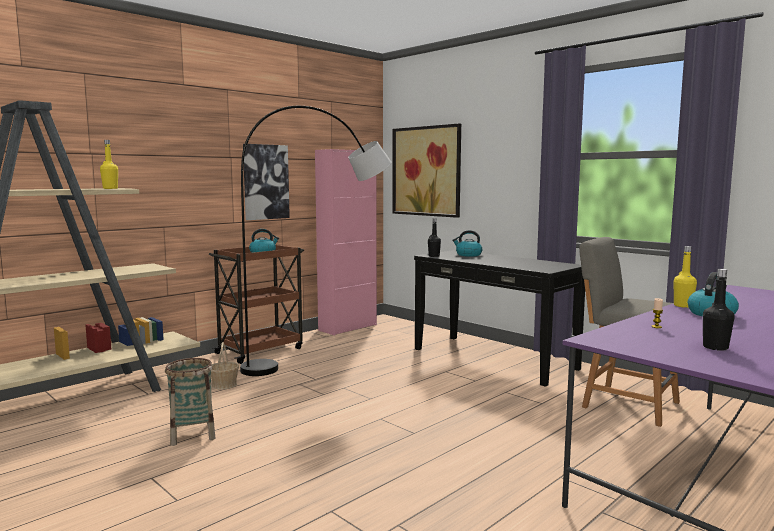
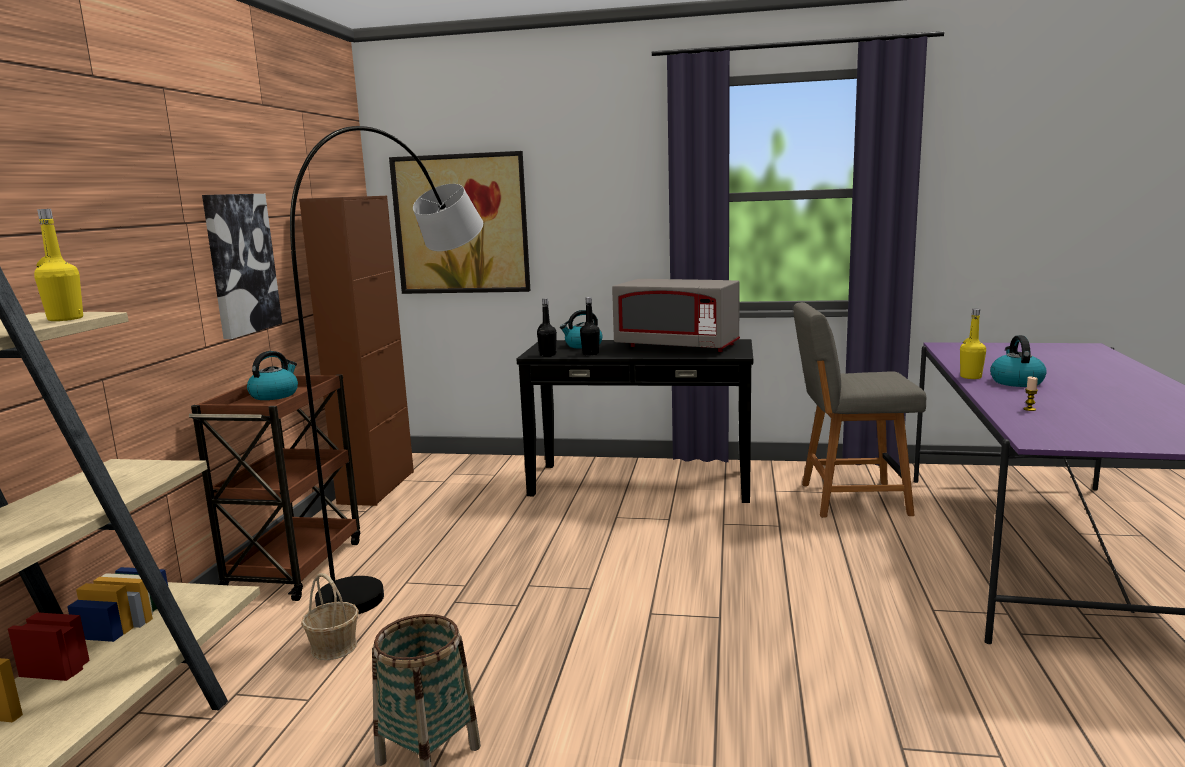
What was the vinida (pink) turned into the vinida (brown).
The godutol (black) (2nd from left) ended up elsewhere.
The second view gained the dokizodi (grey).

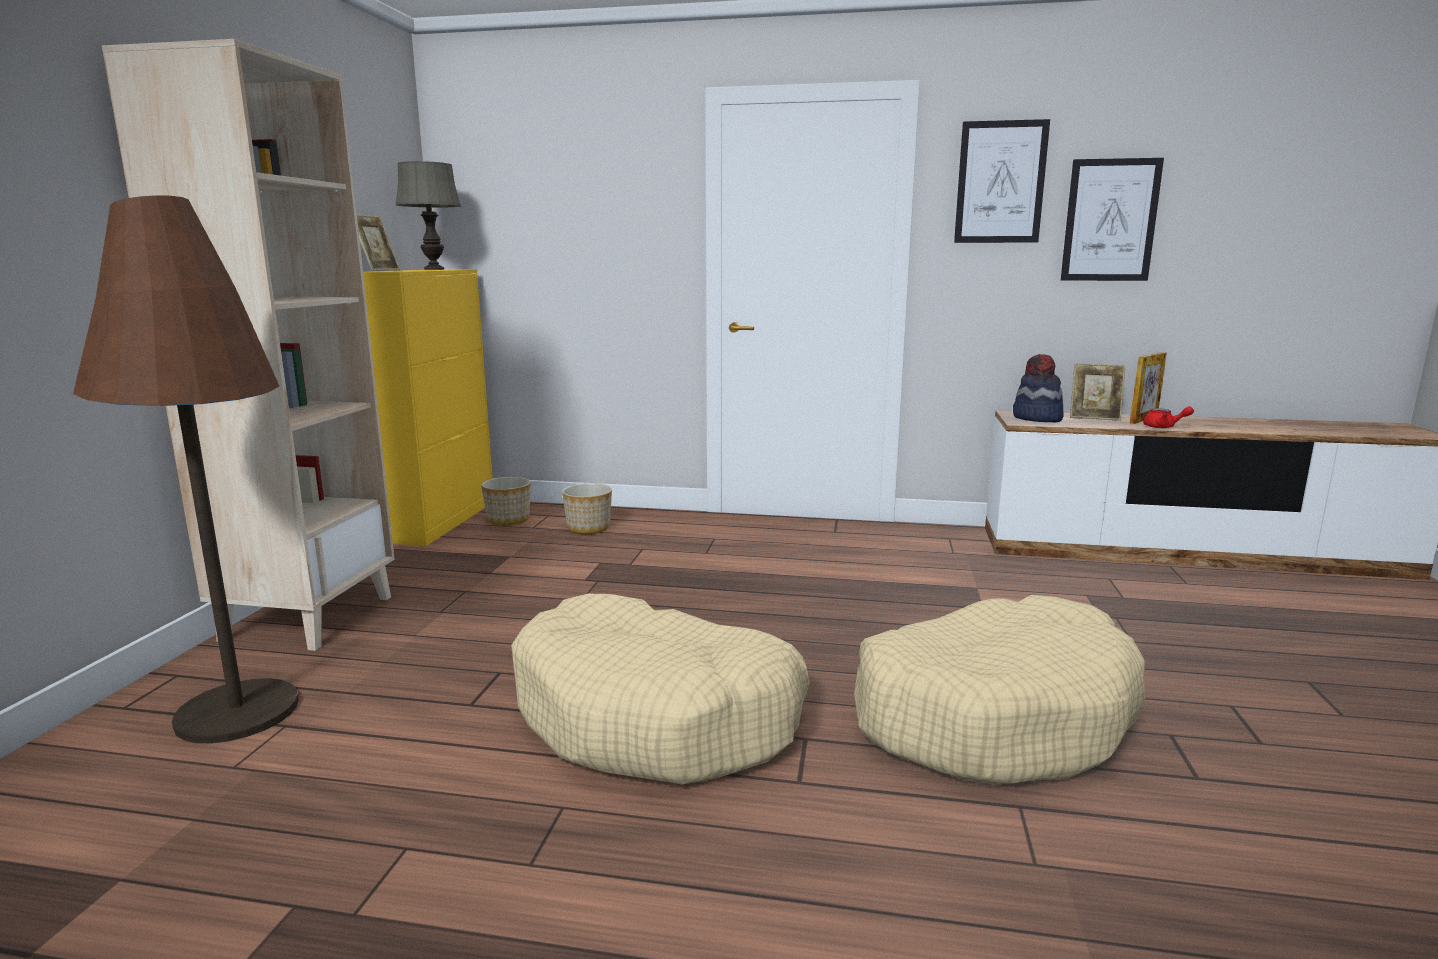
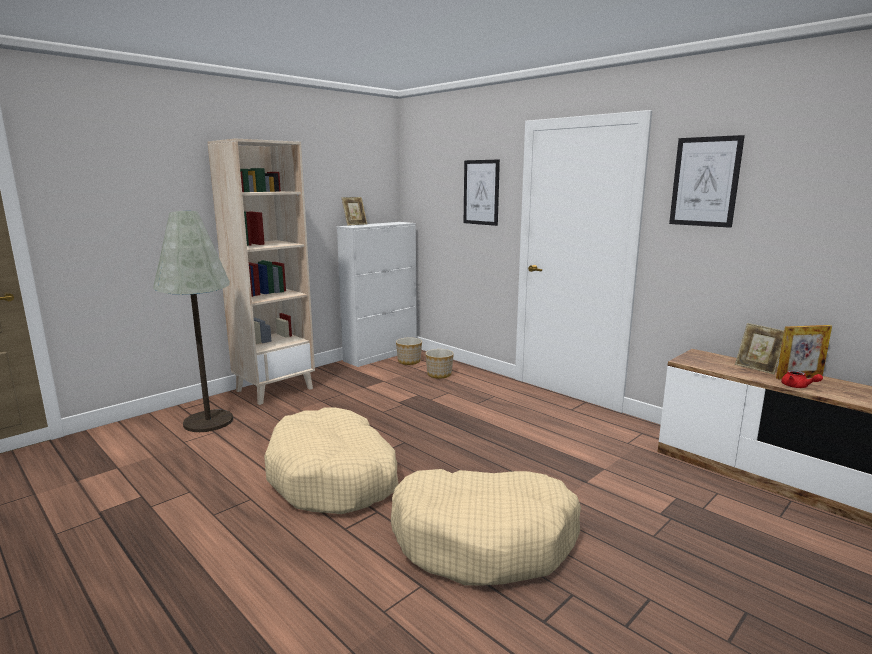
What was the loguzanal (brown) turned into the loguzanal (grey).
What was the vinida (yellow) turned into the vinida (white).
The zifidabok (2nd from left in the first image) ended up elsewhere.
The second view lost the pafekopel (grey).
The second view lost the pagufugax.

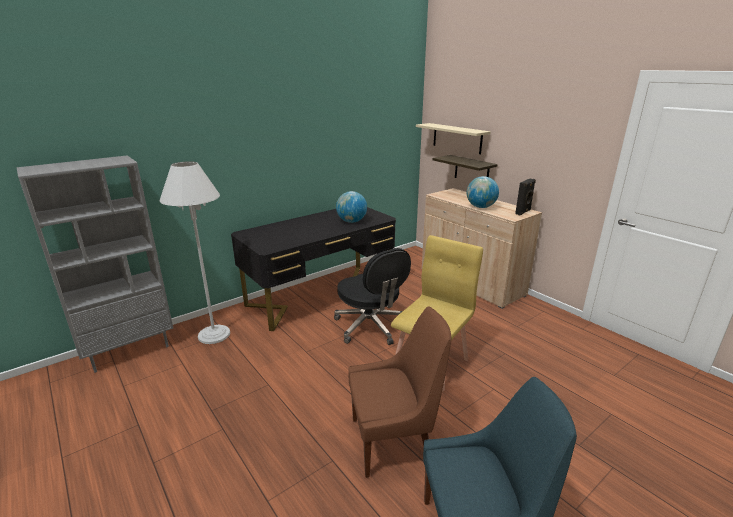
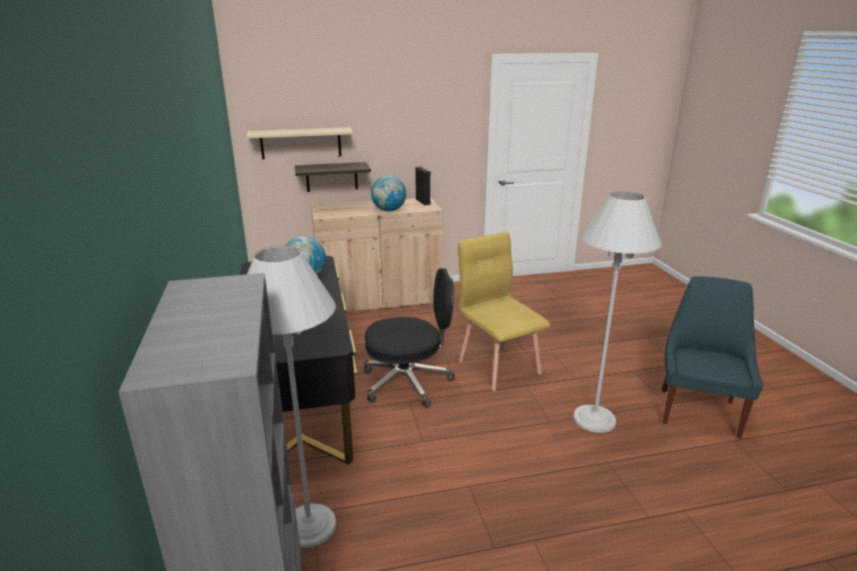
Where the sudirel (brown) stood, the loguzanal (white) (2nd from left) came to stand.

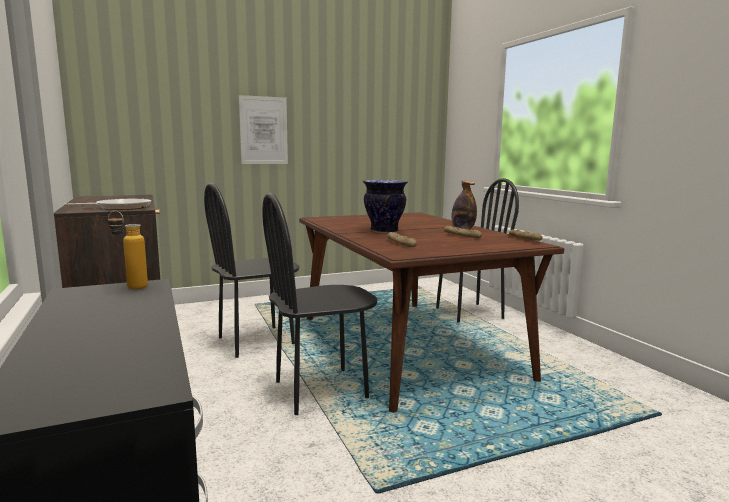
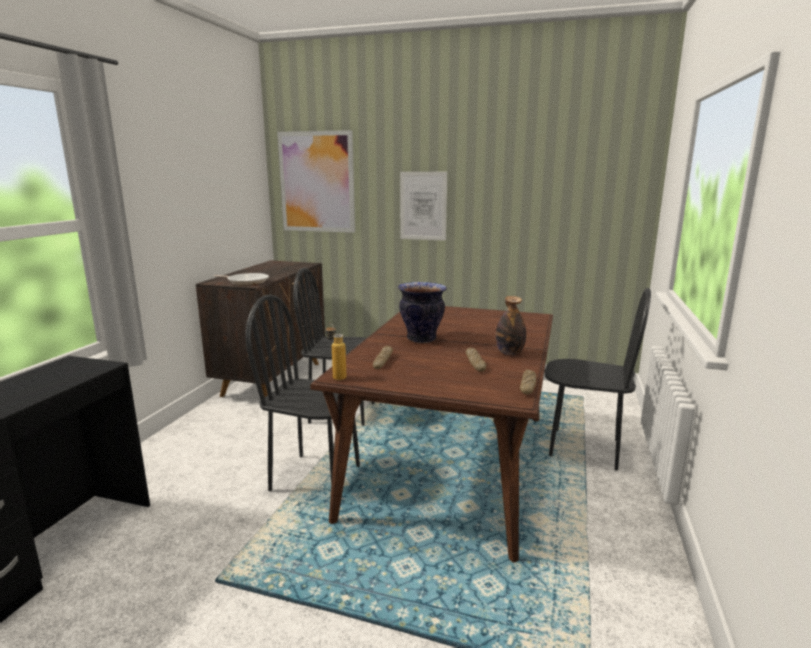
The second view gained the zifidabok (1st from left).
The godutol (1st from left) ended up elsewhere.

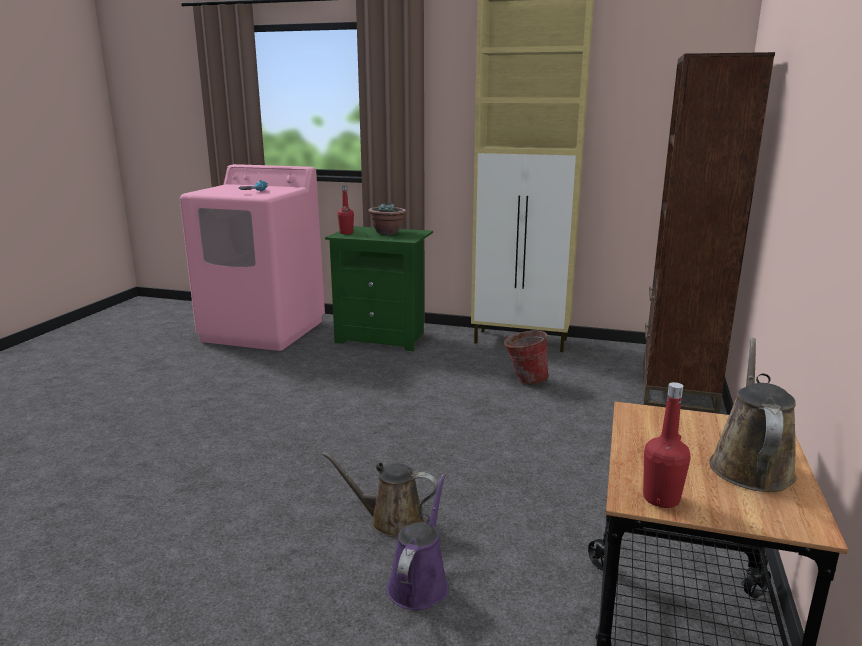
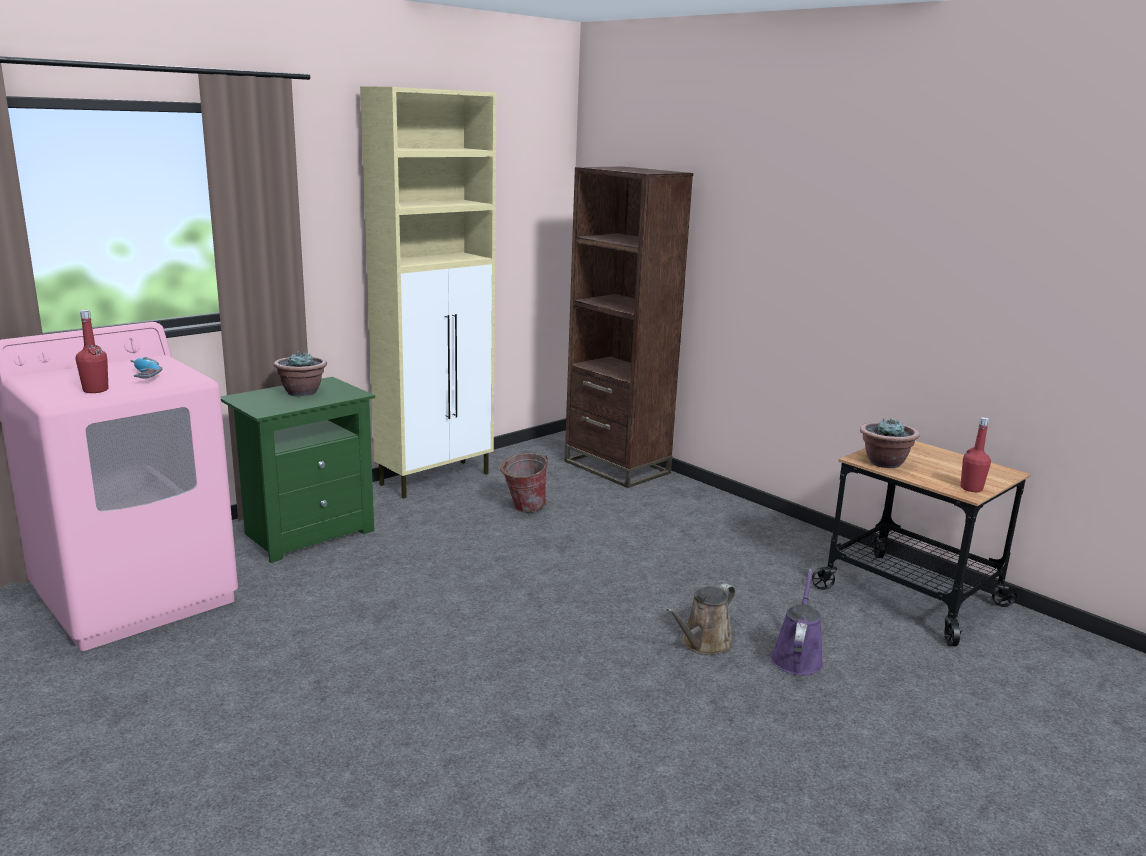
The godutol (red) (1st from left) ended up elsewhere.
The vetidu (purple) ended up facing another way, 60 degrees clockwise from before.
The second view gained the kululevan (2nd from left).
The second view lost the vetidu (brown) (2nd from left).

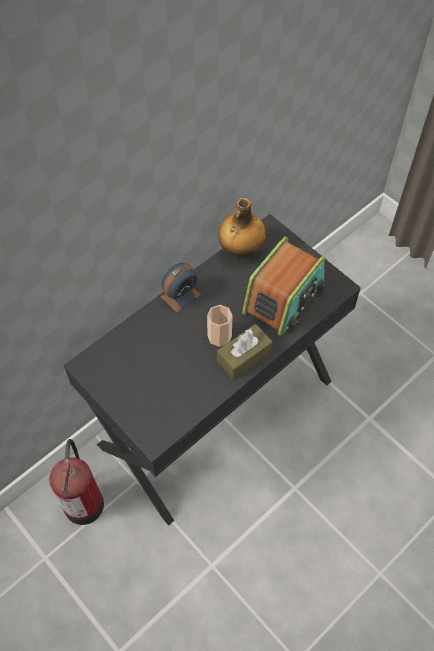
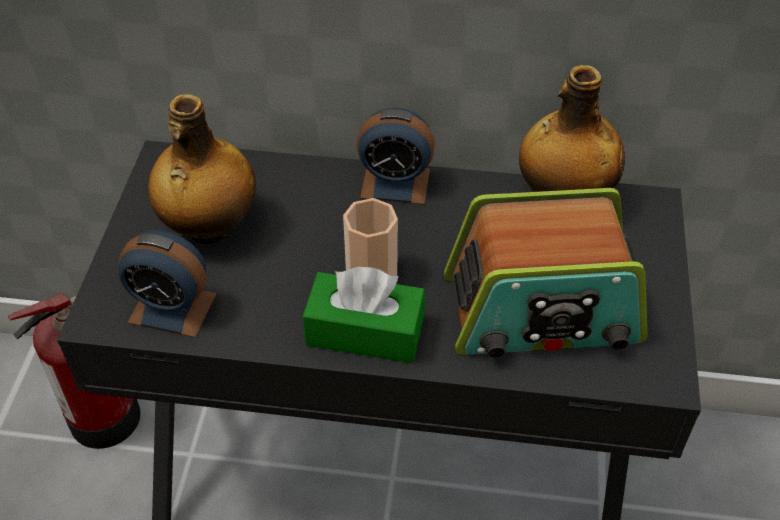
The second view gained the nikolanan (1st from left).
The second view gained the godutol (1st from left).
What was the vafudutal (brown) turned into the vafudutal (green).

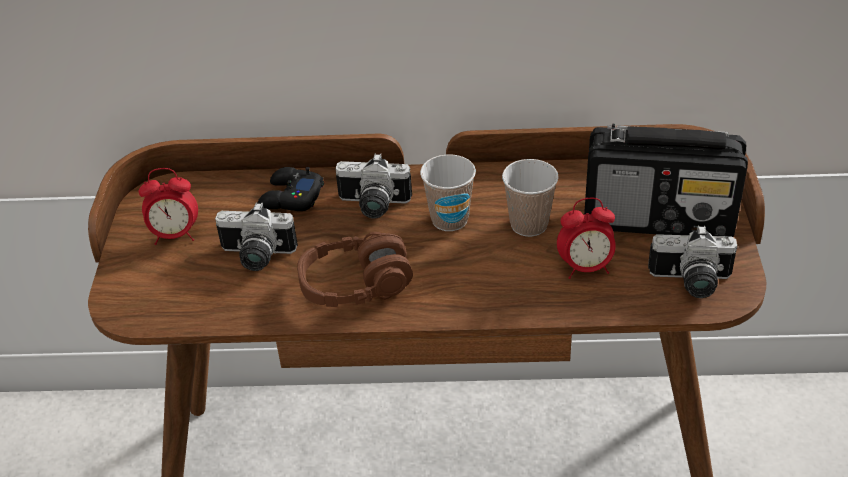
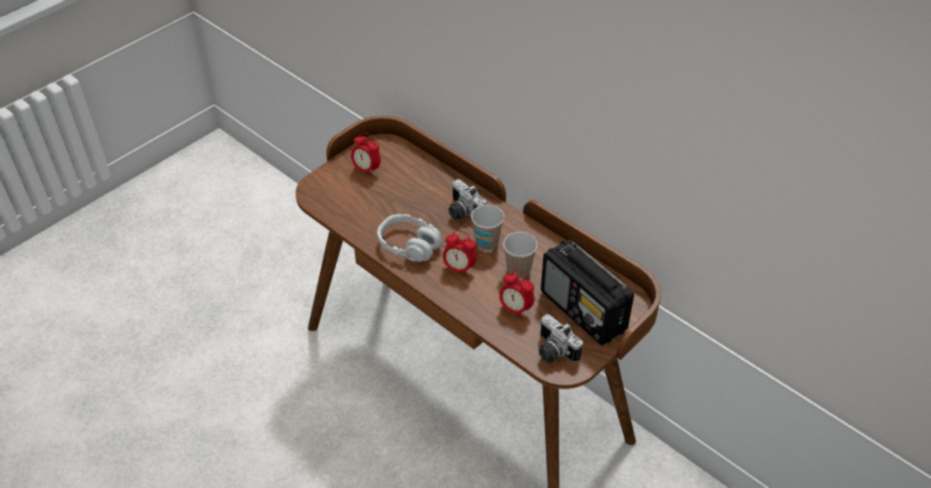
What was the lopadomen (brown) turned into the lopadomen (grey).
The second view gained the nikolanan (2nd from left).
The second view lost the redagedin (1st from left).
The second view lost the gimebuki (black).

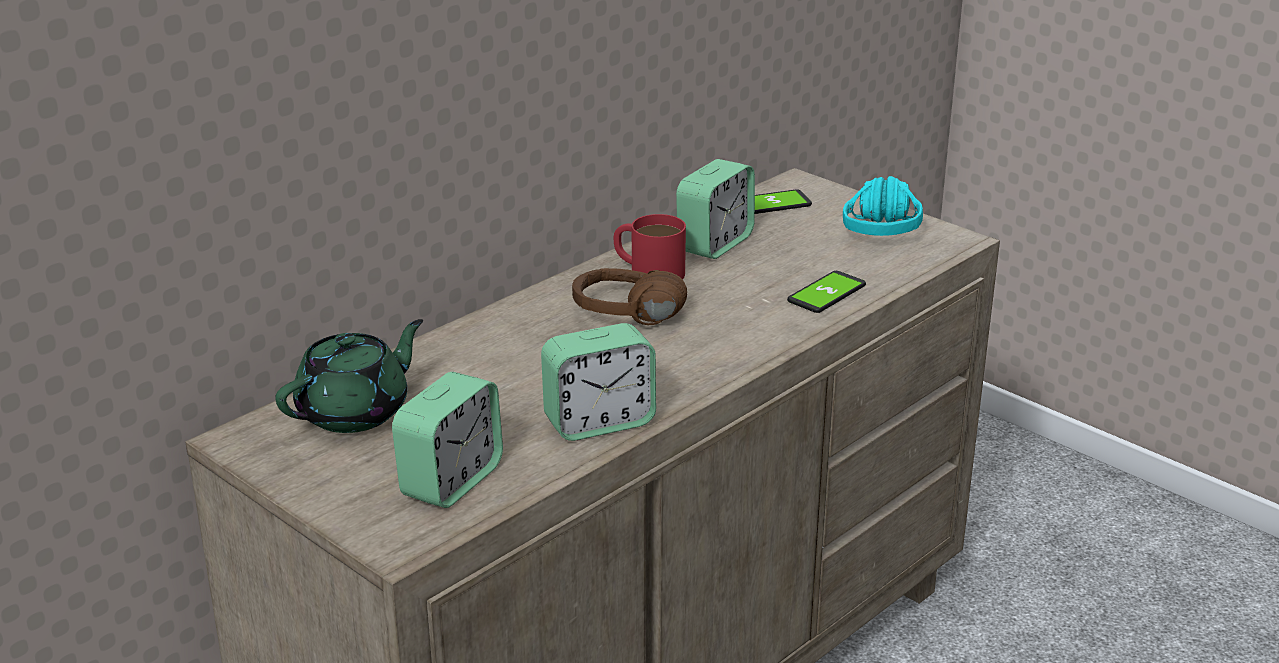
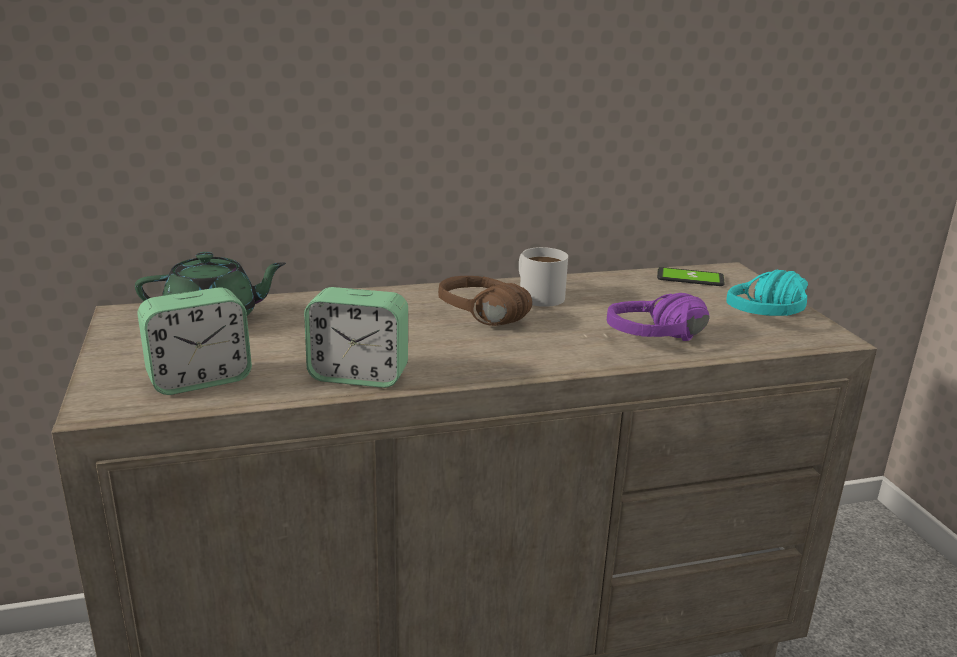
What was the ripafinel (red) turned into the ripafinel (white).
Where the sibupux (2nd from left) stood, the lopadomen (purple) came to stand.
The second view lost the nikolanan (3rd from left).

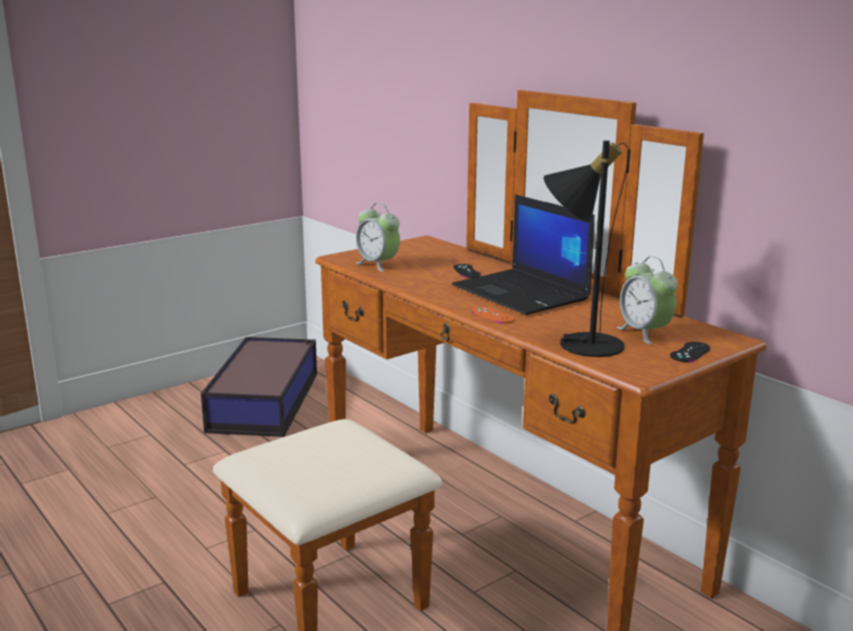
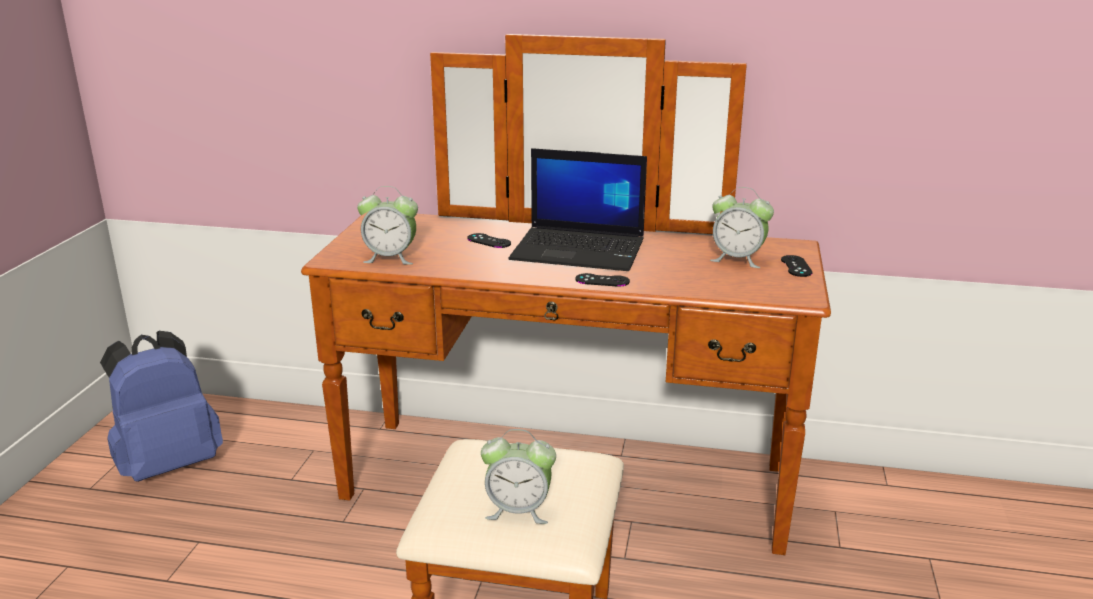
Where the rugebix stood, the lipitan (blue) came to stand.
The second view gained the nikolanan (2nd from left).
What was the gimebuki (orange) turned into the gimebuki (black) (2nd from left).
The second view lost the pafekopel (black).

